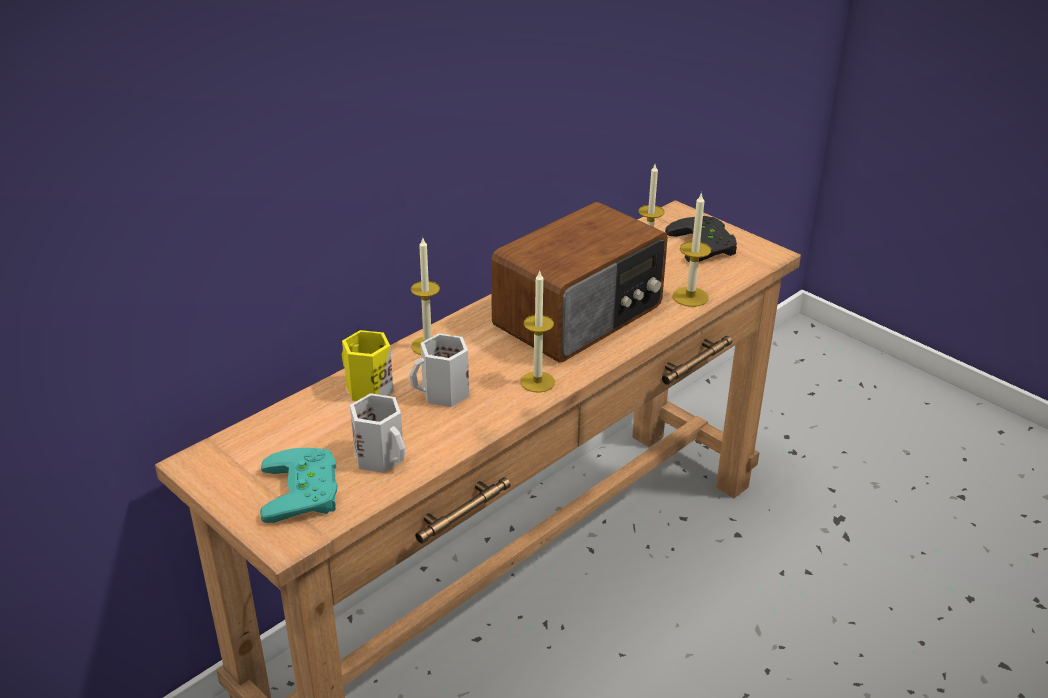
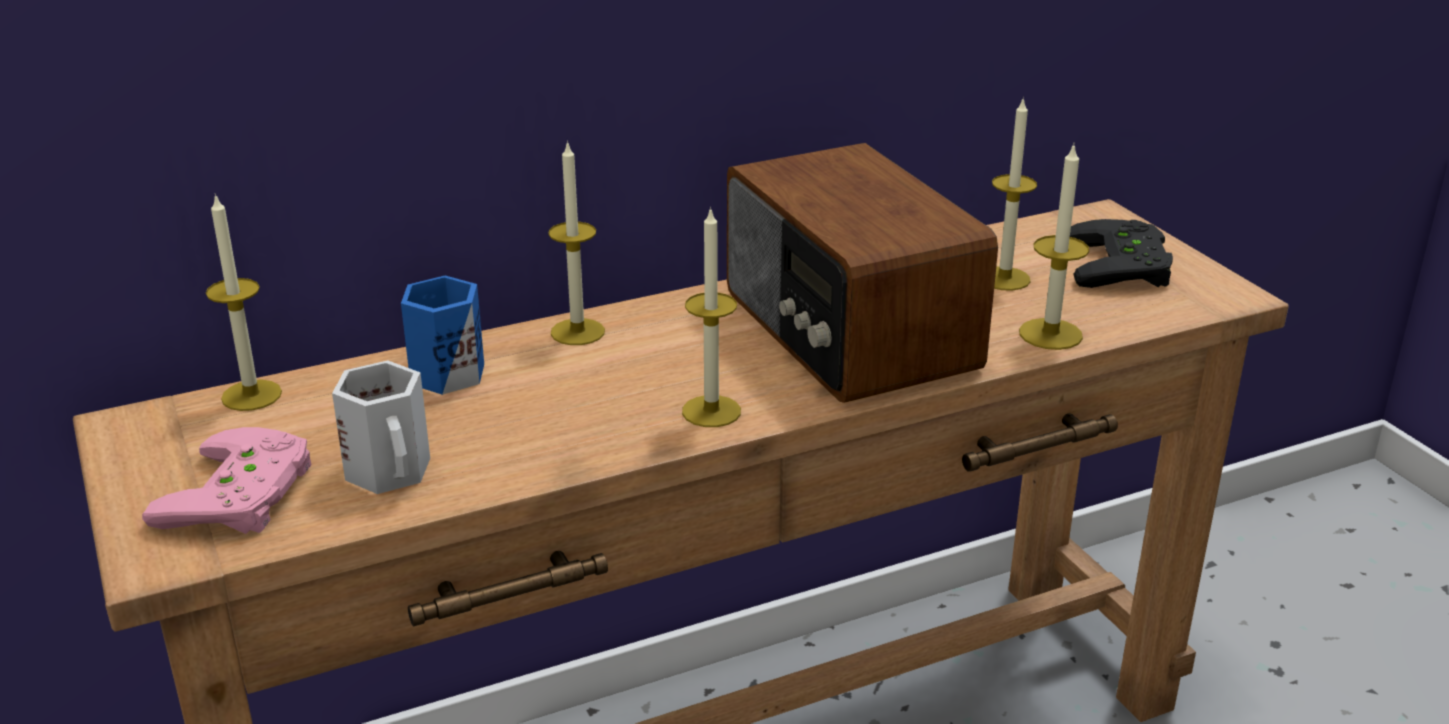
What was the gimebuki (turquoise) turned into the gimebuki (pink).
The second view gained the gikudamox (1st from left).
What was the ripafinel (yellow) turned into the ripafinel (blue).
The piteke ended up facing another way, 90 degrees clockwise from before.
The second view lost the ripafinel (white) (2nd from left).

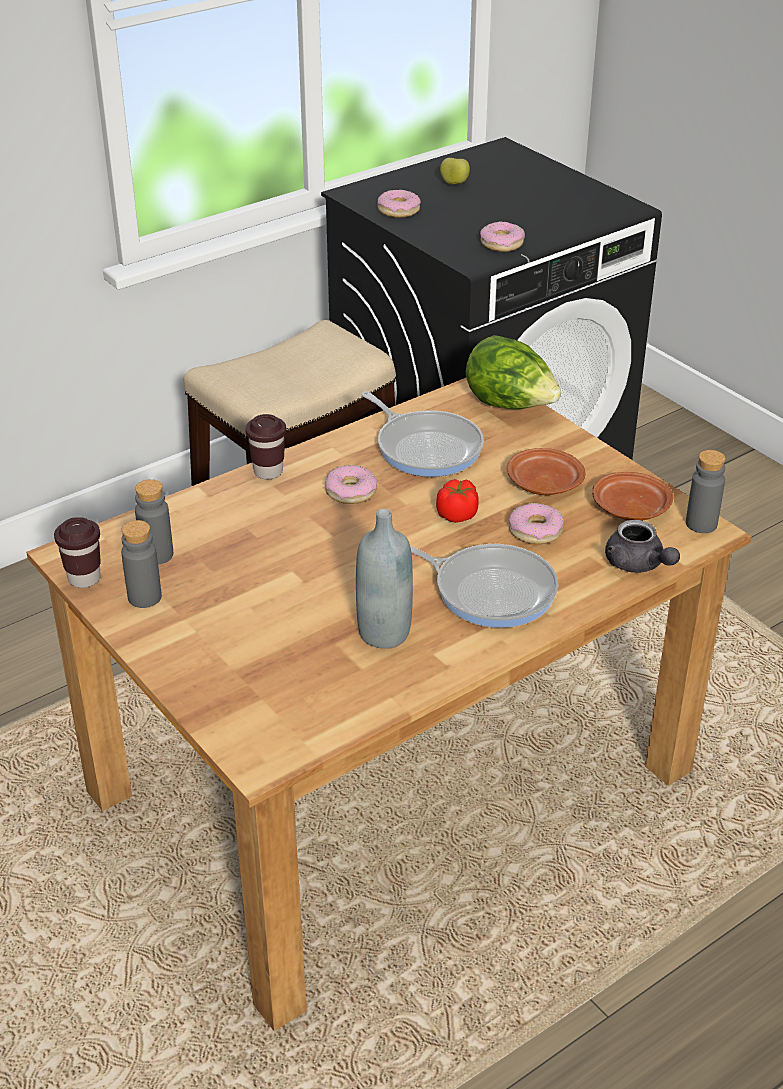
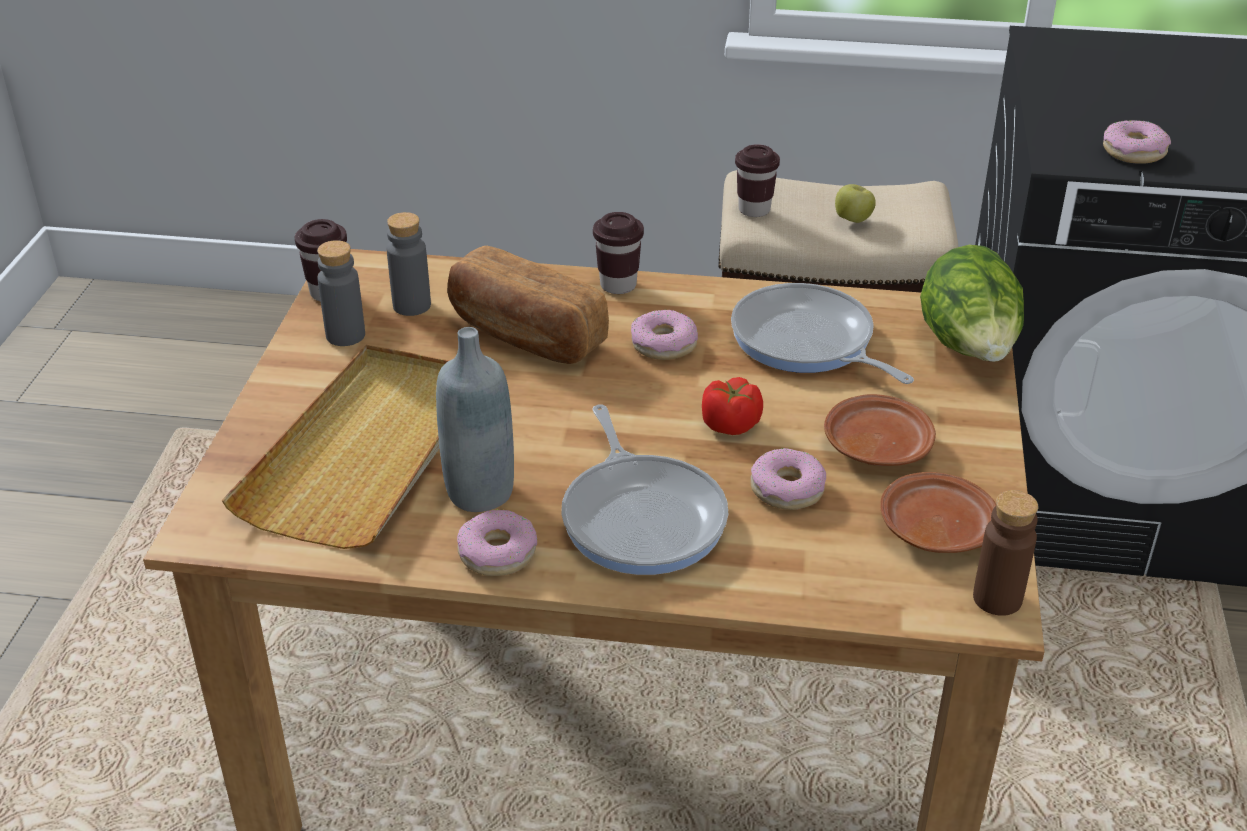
The second view gained the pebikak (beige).
The second view gained the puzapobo.
The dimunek (2nd from left in the first image) ended up elsewhere.
The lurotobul (1st from left in the first image) ended up facing another way, 135 degrees clockwise from before.
The second view gained the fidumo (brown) (3rd from left).
The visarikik ended up elsewhere.
What was the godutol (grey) (4th from left) turned into the godutol (brown).
The second view lost the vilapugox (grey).

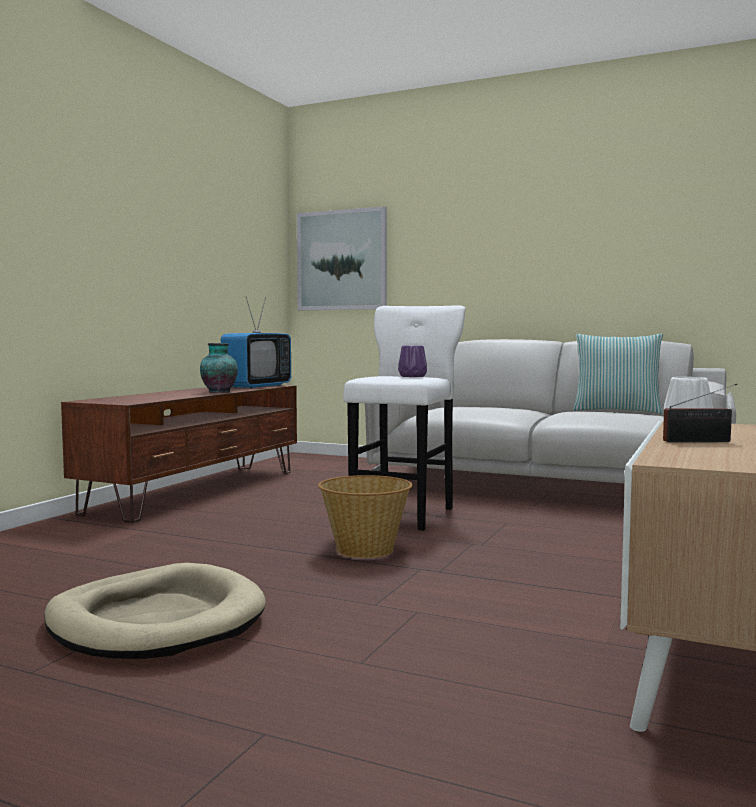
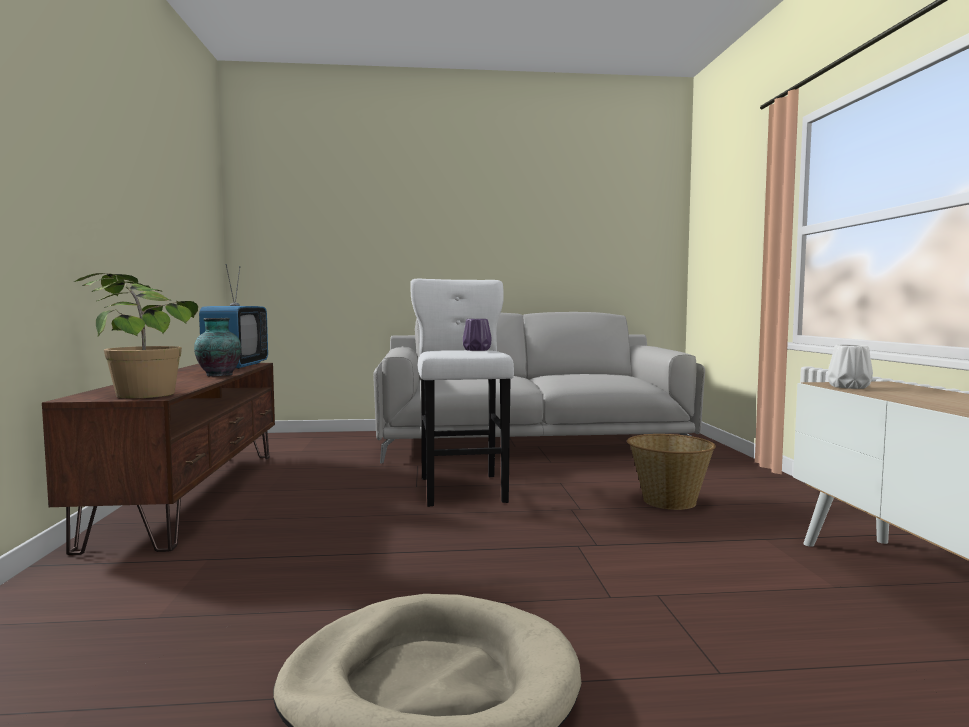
The second view gained the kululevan.
The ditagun ended up elsewhere.
The second view lost the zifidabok.
The second view lost the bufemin.
The second view lost the piteke.

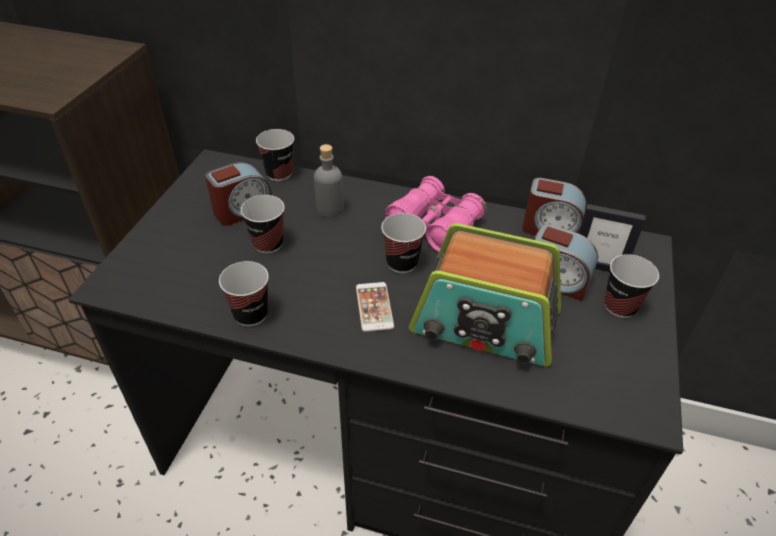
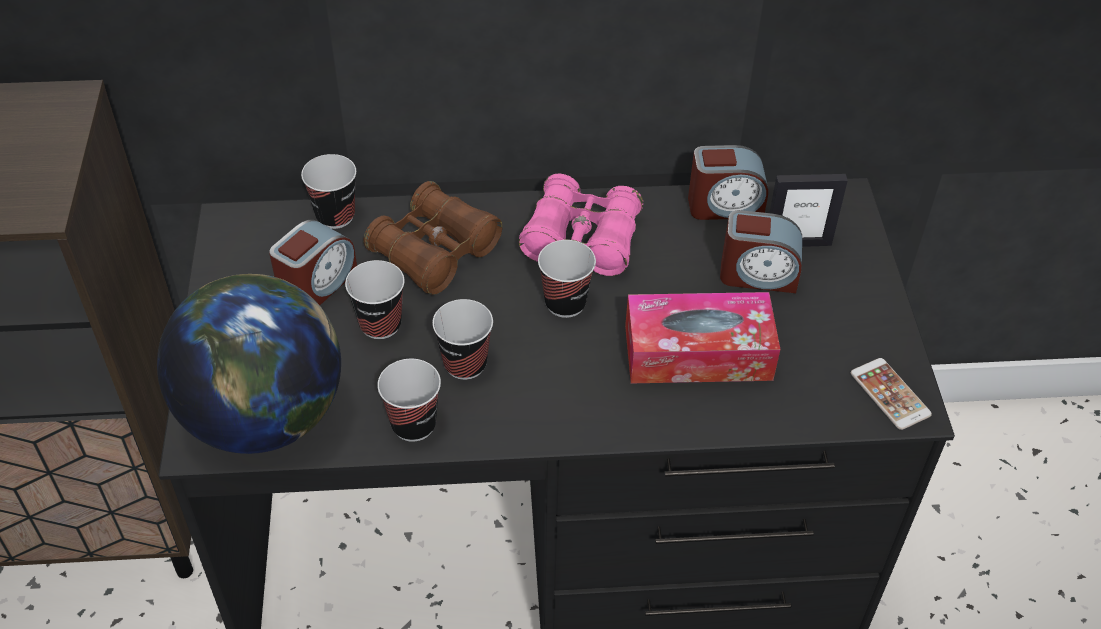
The second view gained the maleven.
Where the godutol (grey) stood, the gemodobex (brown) came to stand.
The fidumo (5th from left in the first image) ended up elsewhere.
Where the piteke stood, the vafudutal came to stand.
The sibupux ended up elsewhere.

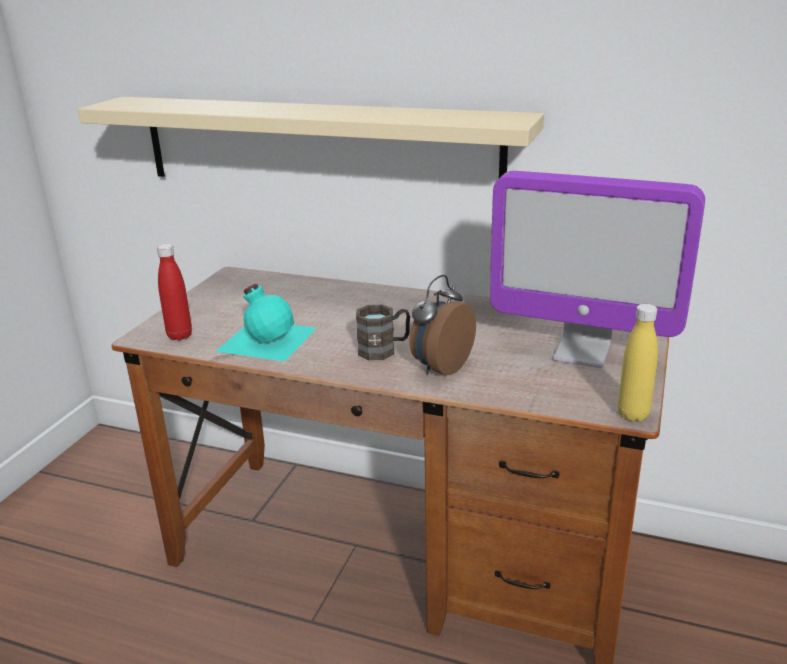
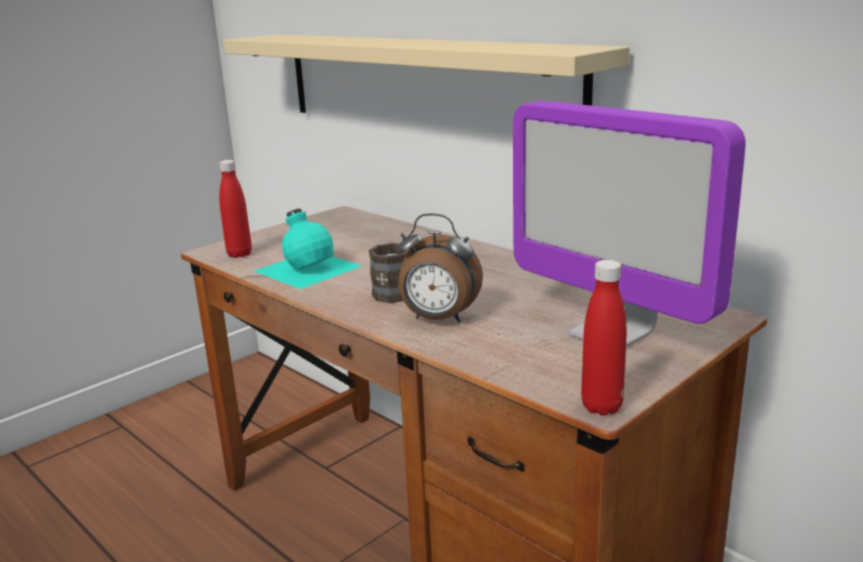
The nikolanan ended up facing another way, 135 degrees counterclockwise from before.
What was the godutol (yellow) turned into the godutol (red) (2nd from left).

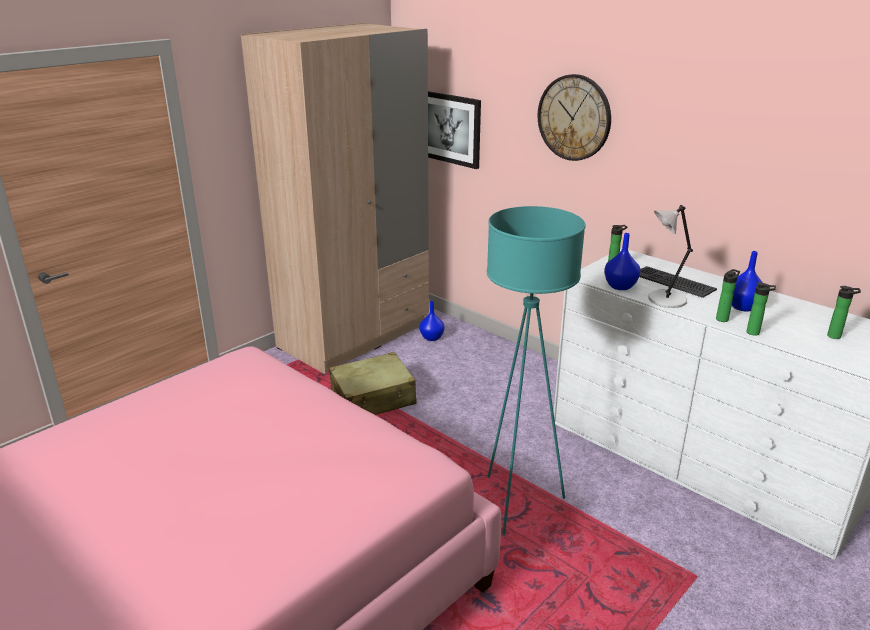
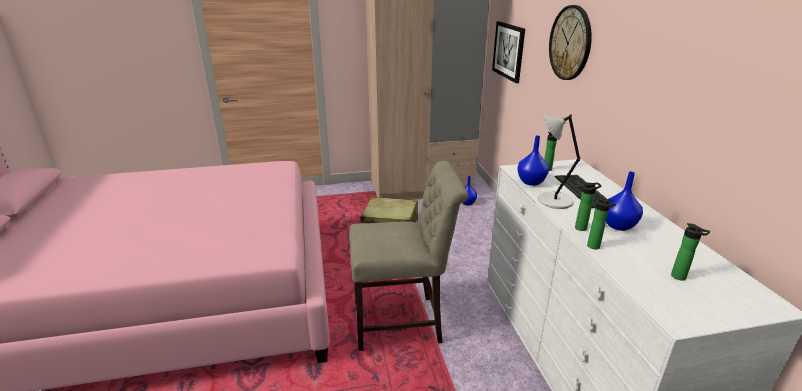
Where the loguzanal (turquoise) stood, the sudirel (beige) came to stand.

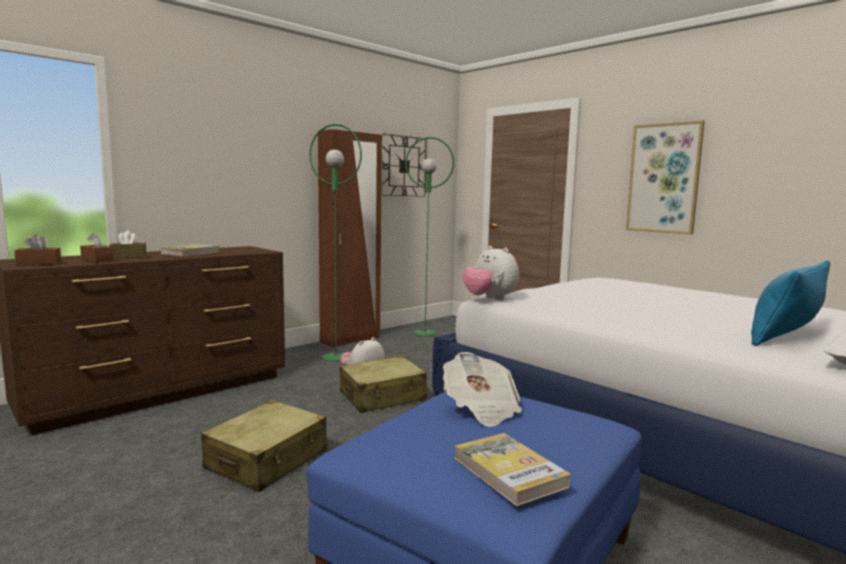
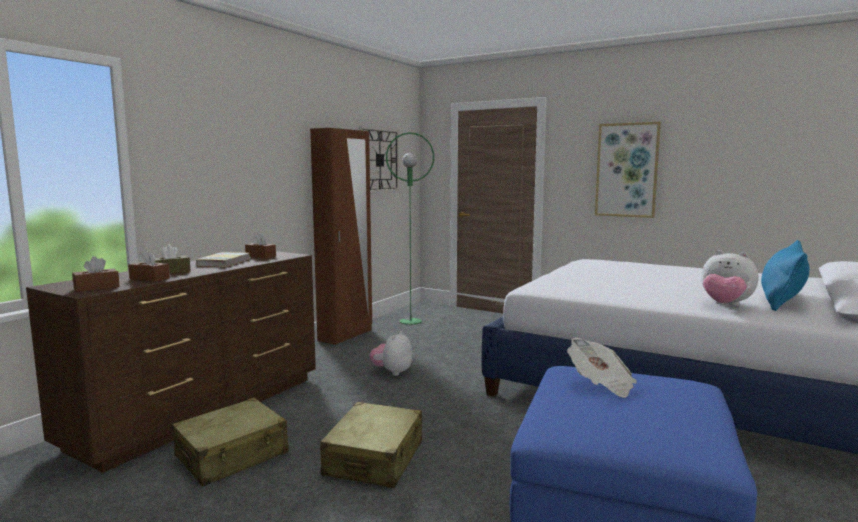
The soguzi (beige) (2nd from left in the first image) ended up elsewhere.
The second view gained the vafudutal (brown) (4th from left).
The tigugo (2nd from left) ended up elsewhere.
The second view lost the loguzanal (green) (1st from left).
The second view lost the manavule (2nd from left).

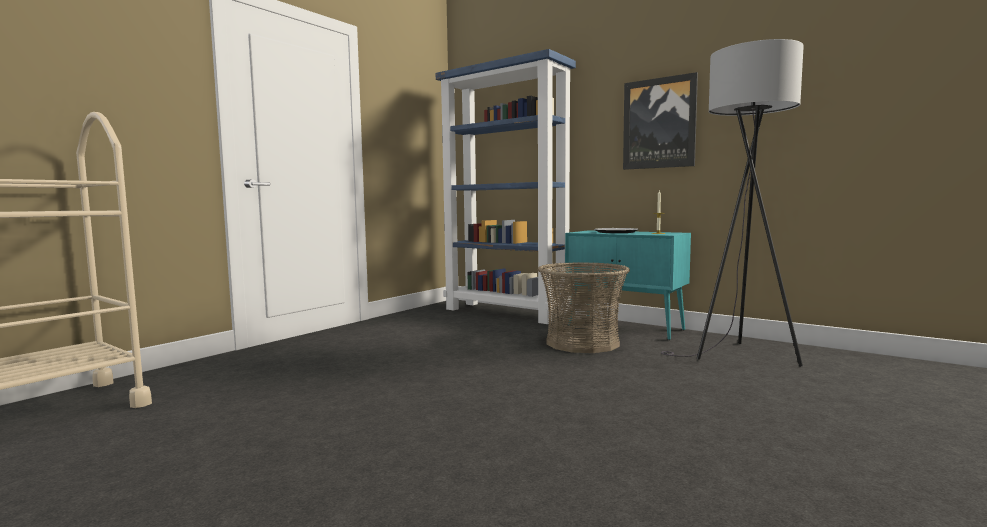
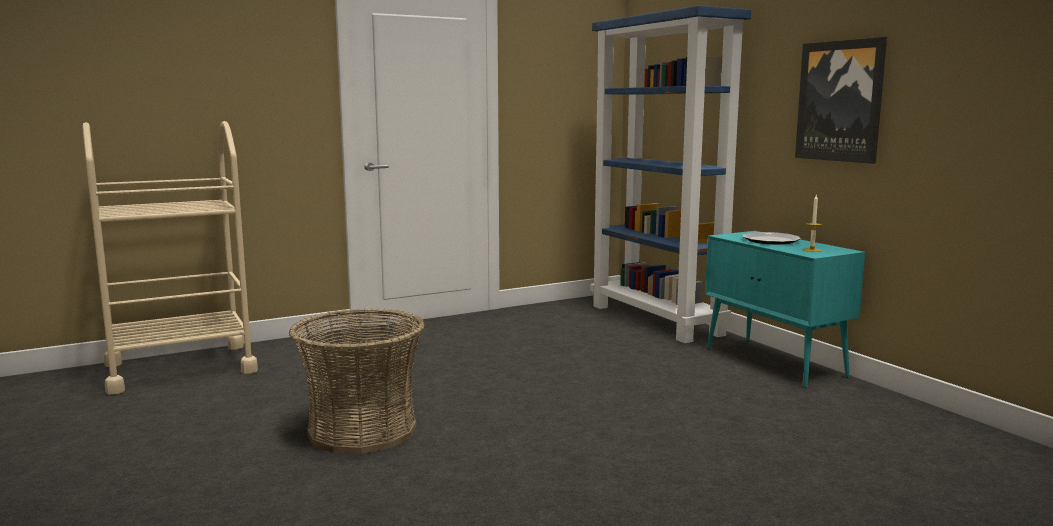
The ditagun ended up elsewhere.
The second view lost the loguzanal (grey).

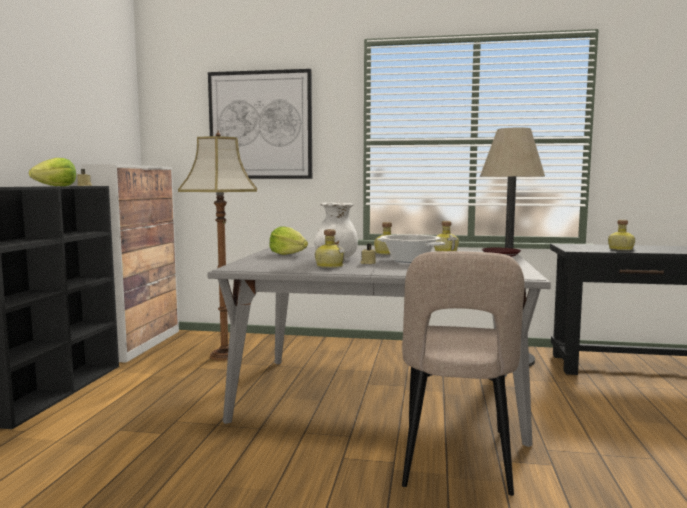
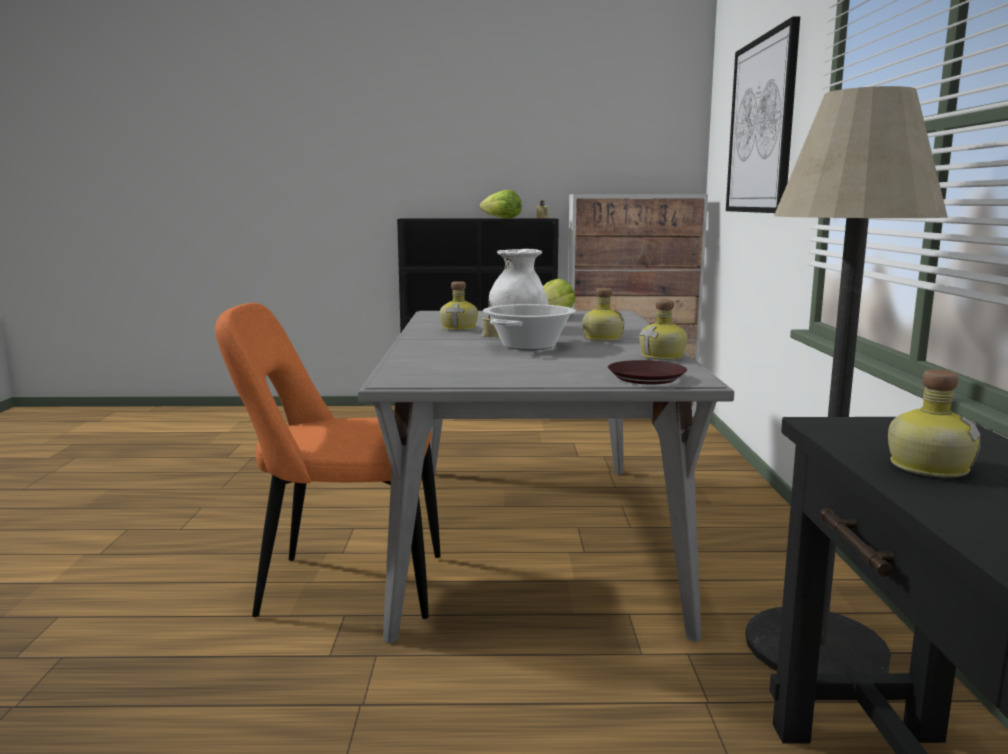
What was the sudirel (beige) turned into the sudirel (orange).
The second view lost the loguzanal (1st from left).

